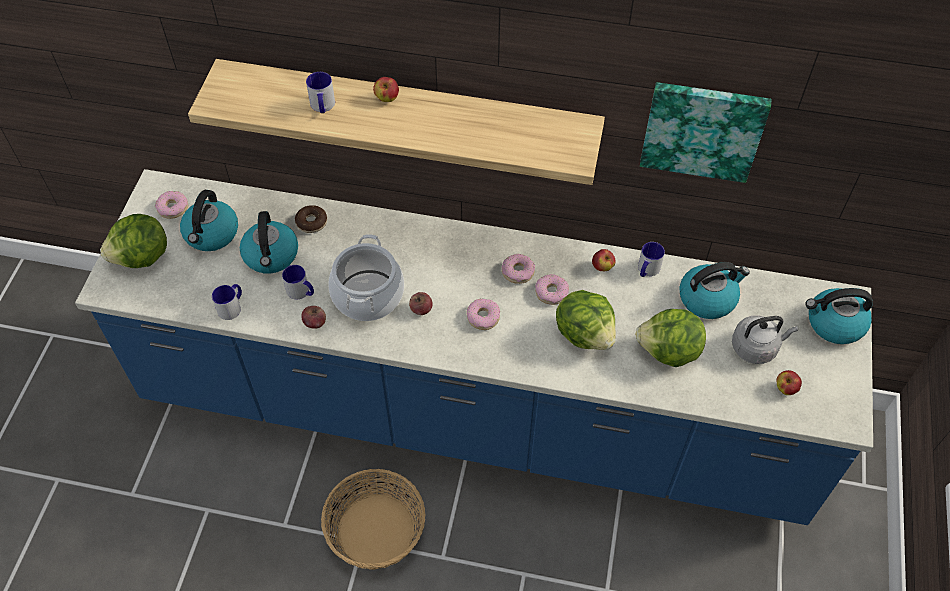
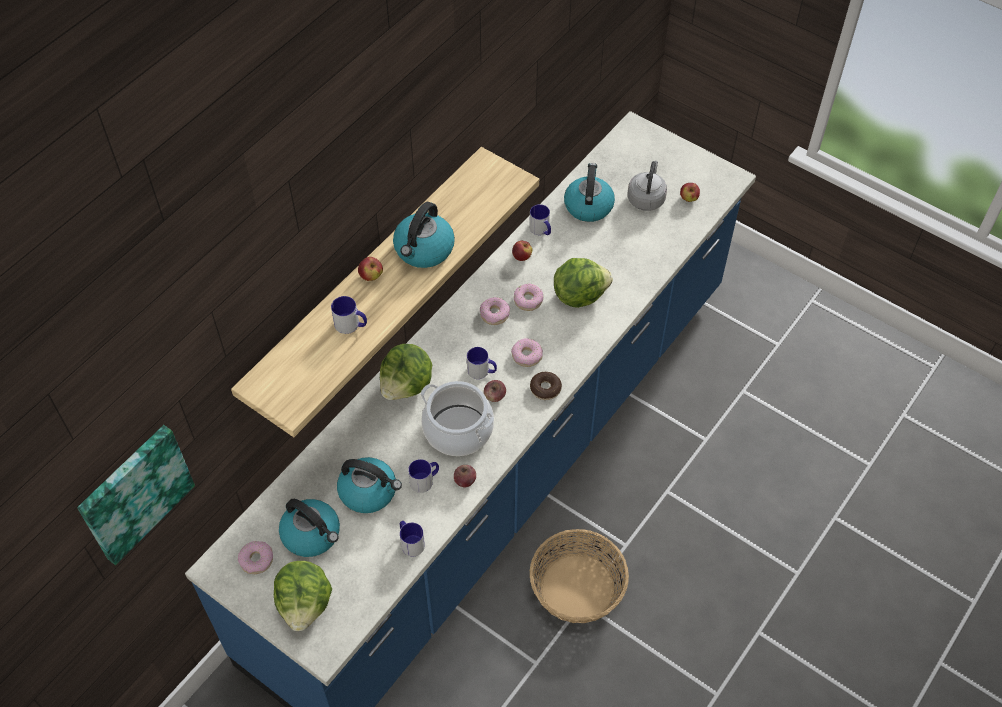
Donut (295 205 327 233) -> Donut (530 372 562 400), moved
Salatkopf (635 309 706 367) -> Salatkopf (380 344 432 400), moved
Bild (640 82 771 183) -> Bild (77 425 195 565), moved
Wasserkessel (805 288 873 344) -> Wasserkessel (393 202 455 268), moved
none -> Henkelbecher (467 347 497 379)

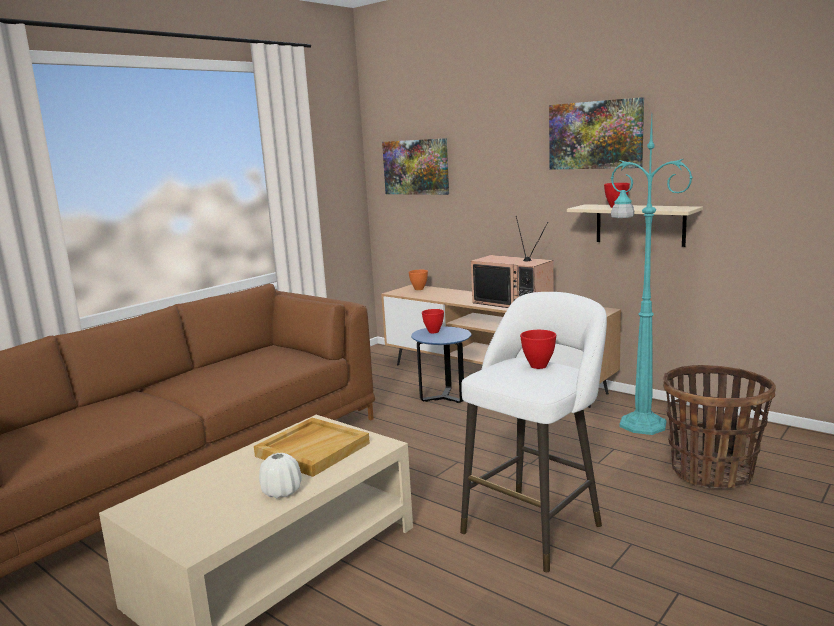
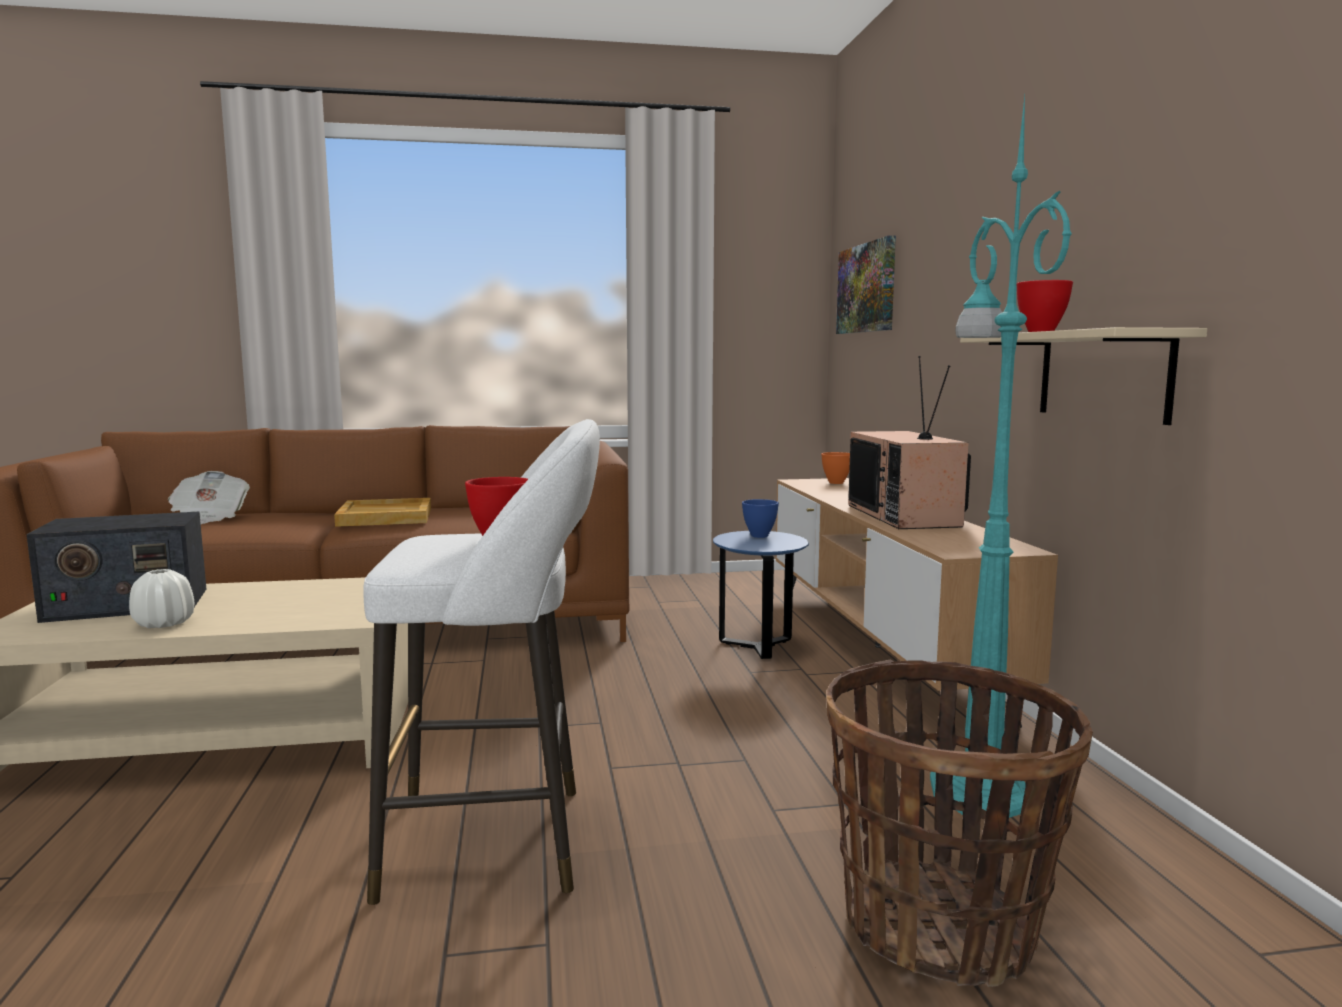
Tablett/beige (254 418 370 477) -> Tablett/beige (334 498 431 527), moved
Schüssel/rot (422 309 444 333) -> Schüssel/blau (742 499 779 538)
Bild (549 97 644 170) -> none
none -> Radio (26 512 206 623)
none -> Zeitung (168 471 250 524)

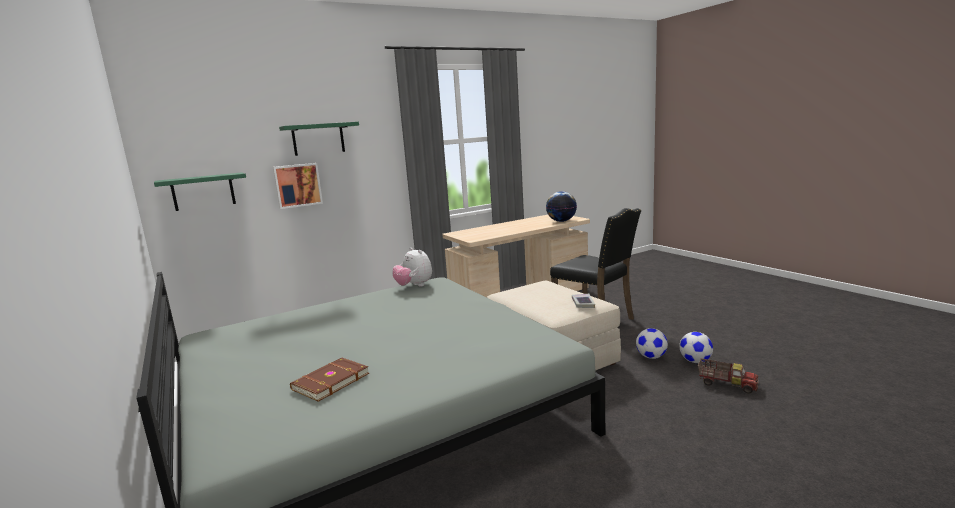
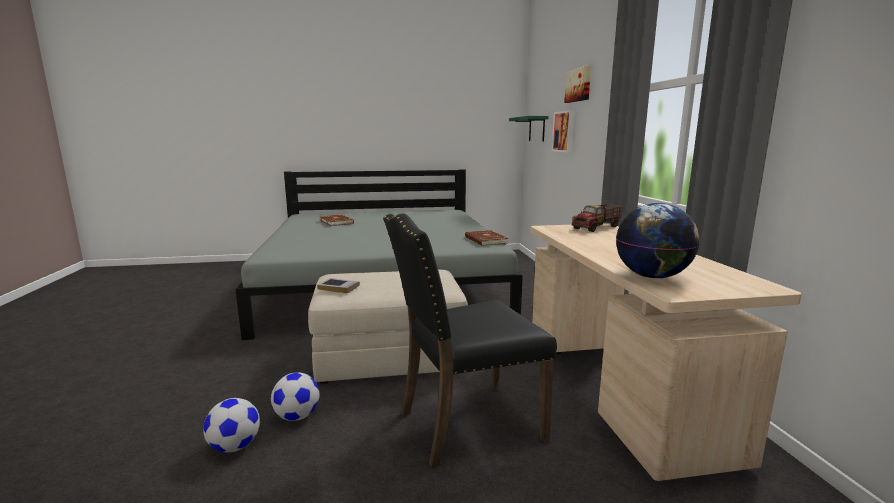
Wandregal/grün (279 122 359 156) -> Bild (564 65 591 103)
Plüschtier (392 248 432 287) -> Buch/braun (465 230 508 246)
Spielzeuglaster (698 358 758 394) -> Spielzeuglaster (572 204 623 232), moved

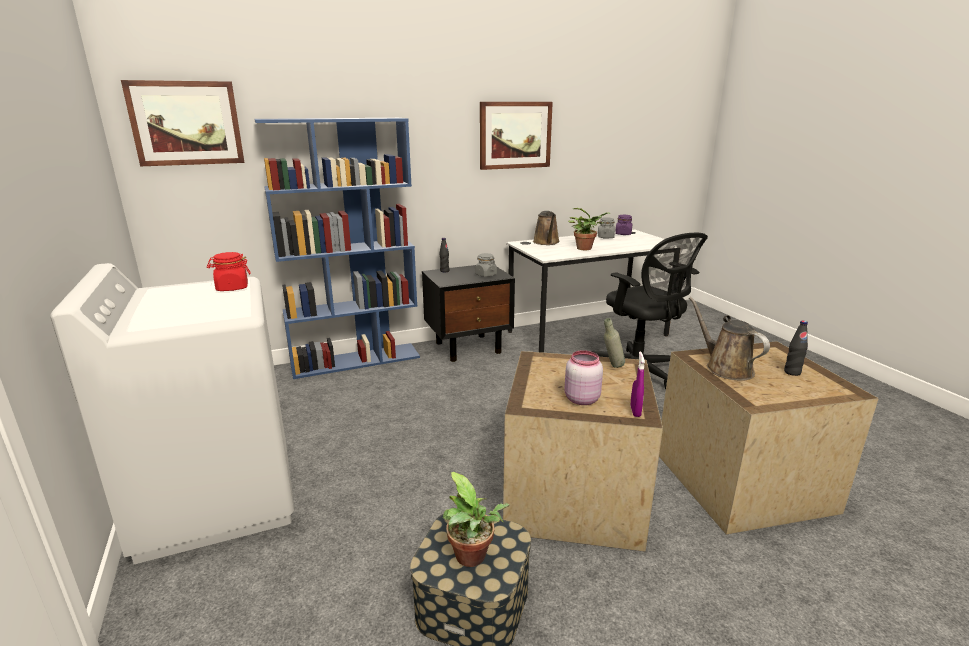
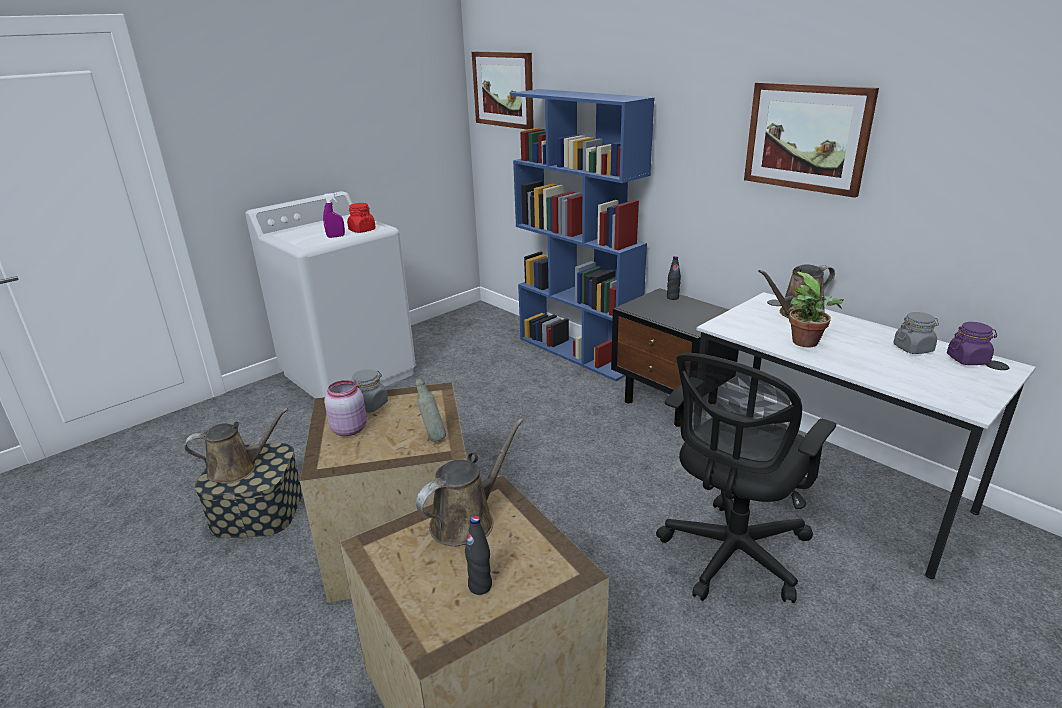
Topfpflanze (443 472 510 567) -> Gießkanne/braun (184 408 289 484)
Vorratsglas/grau (475 253 497 277) -> Vorratsglas/grau (352 369 388 413), moved
Sprühflasche/lila (631 351 645 417) -> Sprühflasche/lila (323 193 345 238), moved

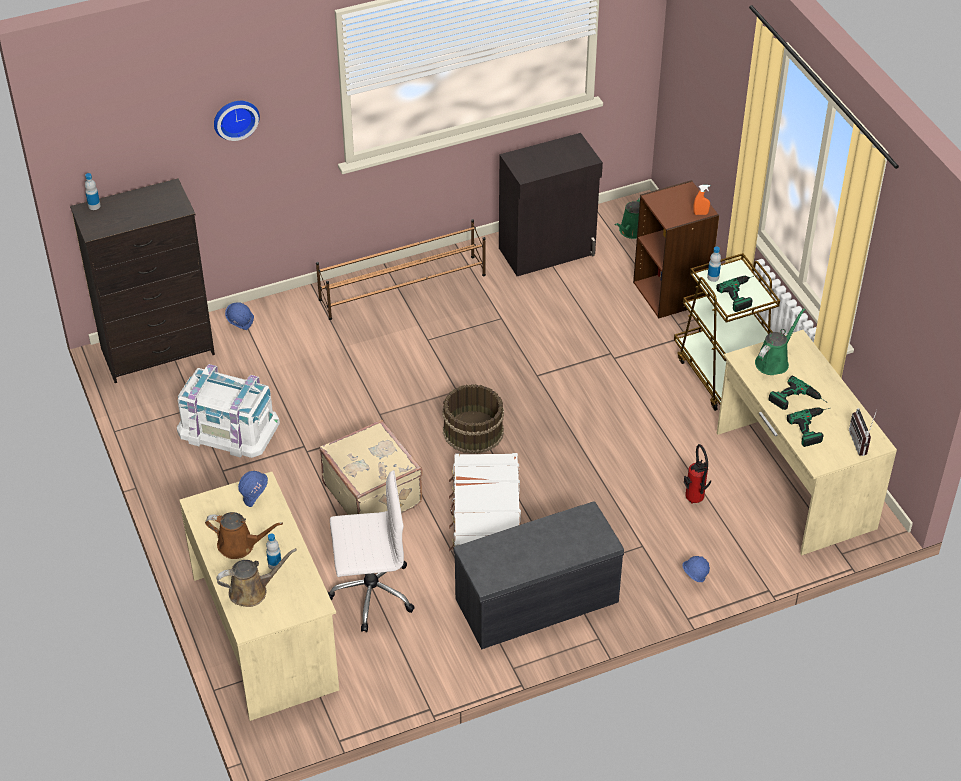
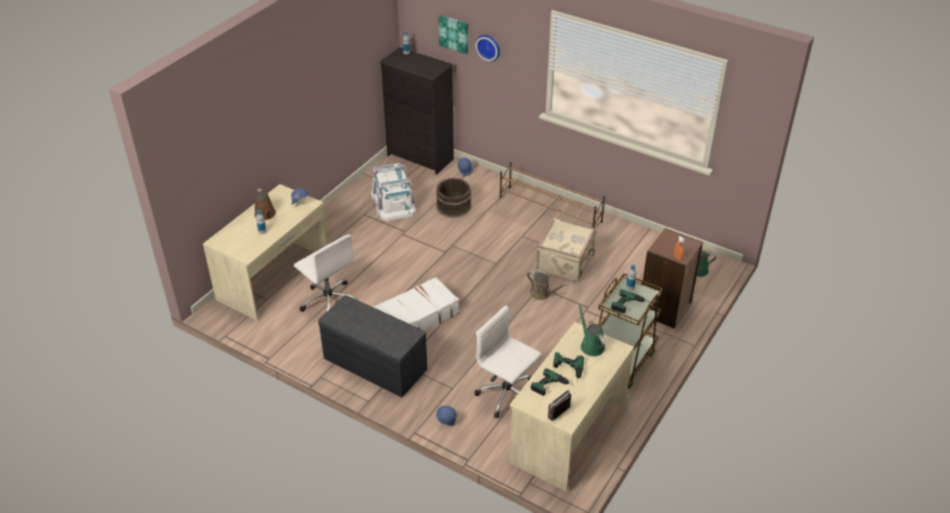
Gießkanne/braun (216 548 297 607) -> Gießkanne/braun (527 271 567 300), moved
Koffer/beige (320 420 423 515) -> Koffer/beige (537 218 596 282), moved
Eimer/braun (442 384 504 454) -> Eimer/braun (436 178 472 218), moved
Schrank/schwarz (499 133 603 276) -> none
Feuerlöscher (684 444 711 504) -> Bürostuhl/weiß (475 305 542 418)
Gießkanne/grün (755 308 805 375) -> Gießkanne/grün (578 303 605 356), 120 degrees counterclockwise
none -> Bild (439 15 468 54)

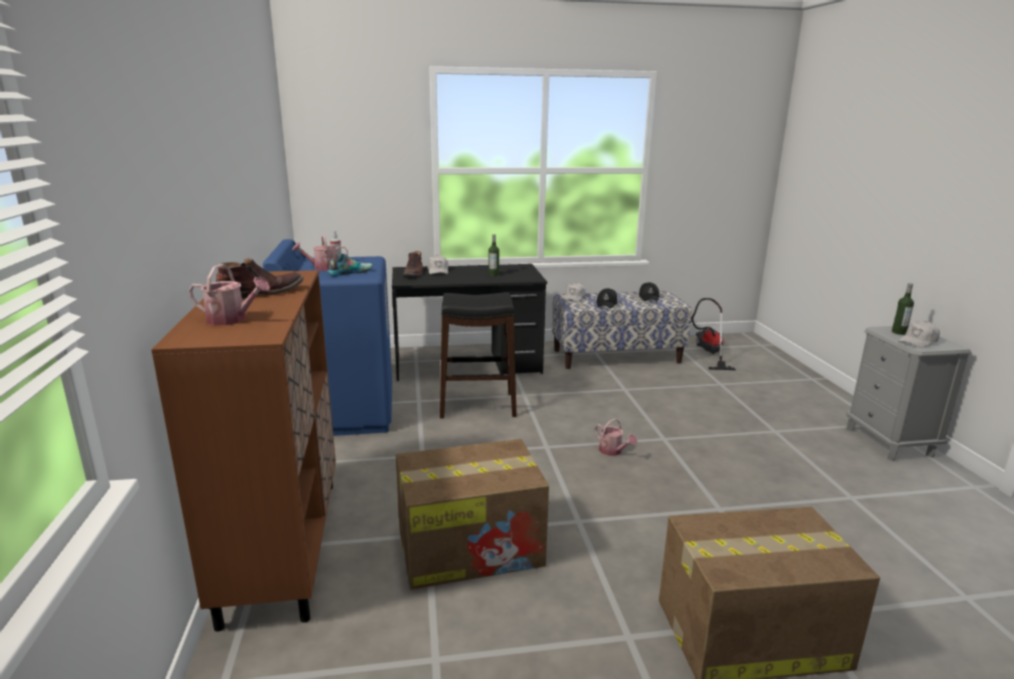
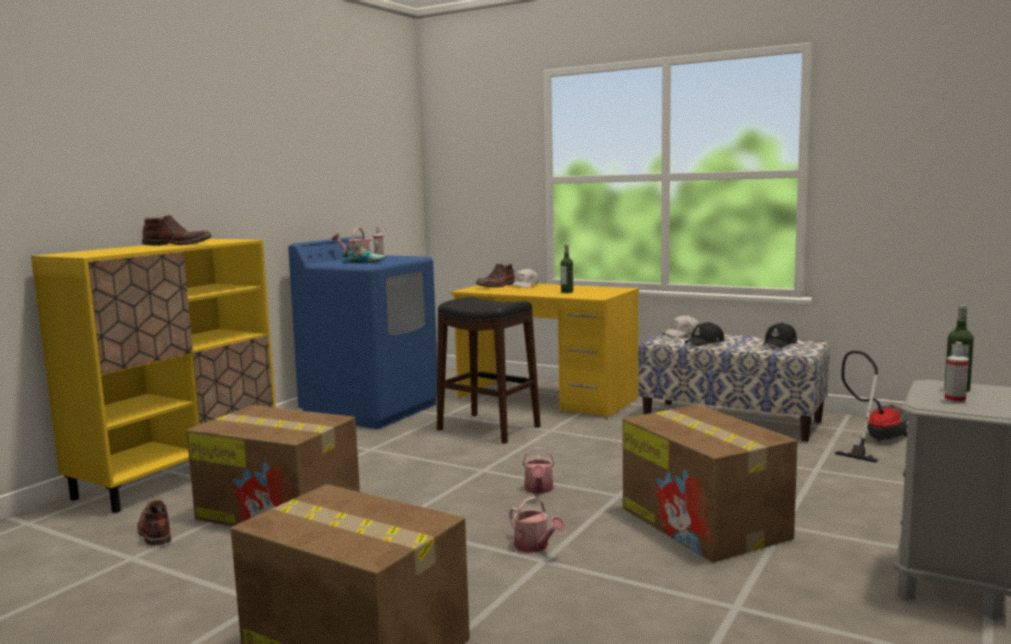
Schrank/braun (151 270 336 632) -> Schrank/gelb (31 239 276 513)
Gießkanne (188 264 270 326) -> Gießkanne (509 496 565 553), moved
Schreibtisch/schwarz (392 264 547 381) -> Schreibtisch/gelb (450 283 639 418)
Kappe/weiß (898 321 940 348) -> Sprühflasche (944 342 969 403)
none -> Stiefel/braun (137 500 171 546)
none -> Karton (623 405 798 562)

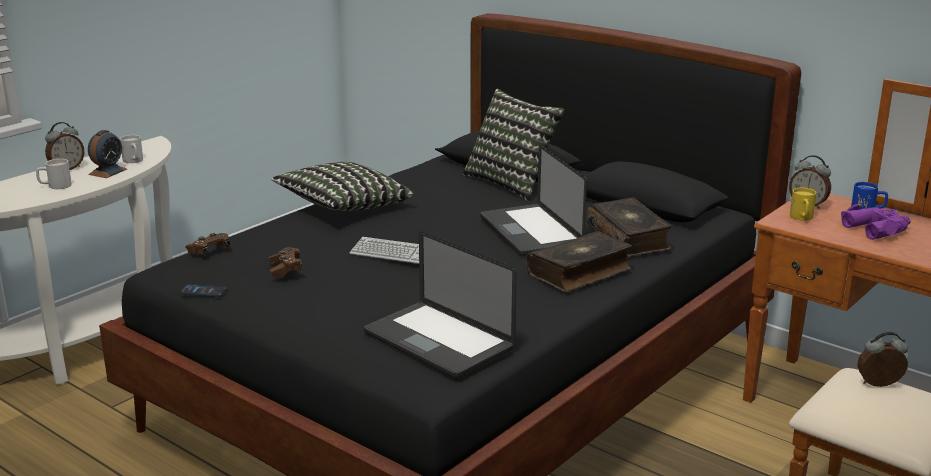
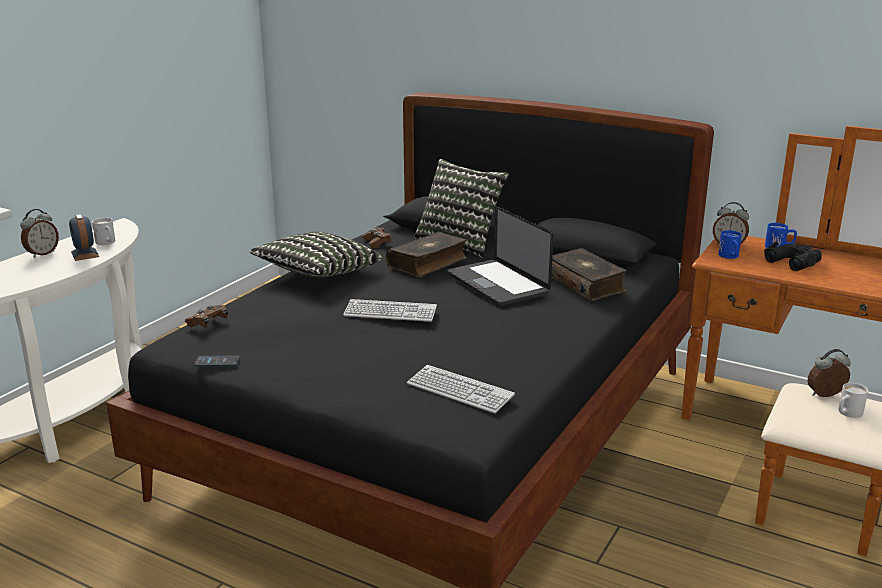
Henkelbecher/weiß (36 159 72 189) -> Henkelbecher/weiß (838 383 868 418), moved
Wecker (88 130 127 178) -> Wecker (69 214 99 261), 135 degrees clockwise
Gamepad/braun (269 247 302 278) -> Gamepad/braun (362 227 391 248), moved
Laptop (364 231 517 378) -> Tastatur (407 365 515 414)
Buch (526 231 632 292) -> Buch (386 232 467 277), moved
Henkelbecher/gelb (790 187 816 220) -> Henkelbecher/blau (718 230 742 259)
Fernglas/lila (841 204 911 240) -> Fernglas/schwarz (764 242 822 271)

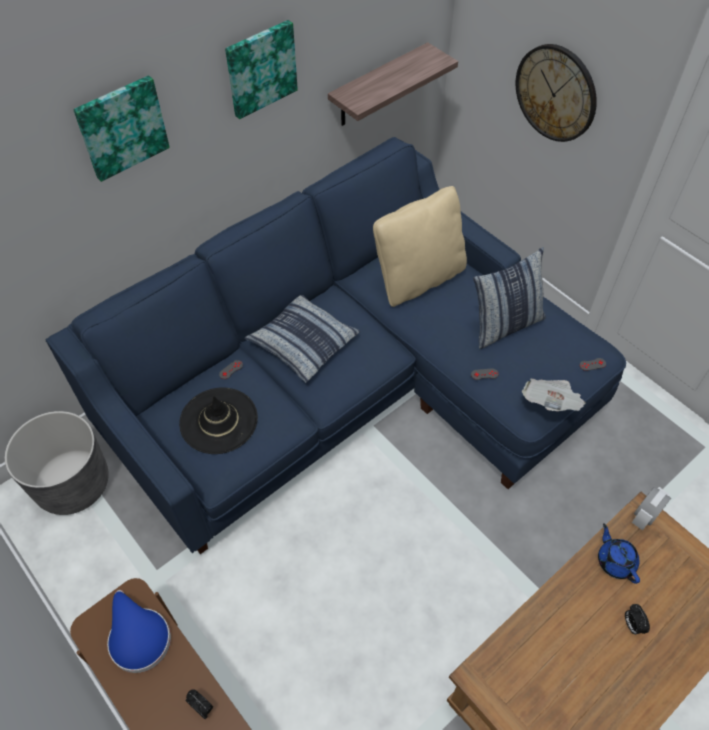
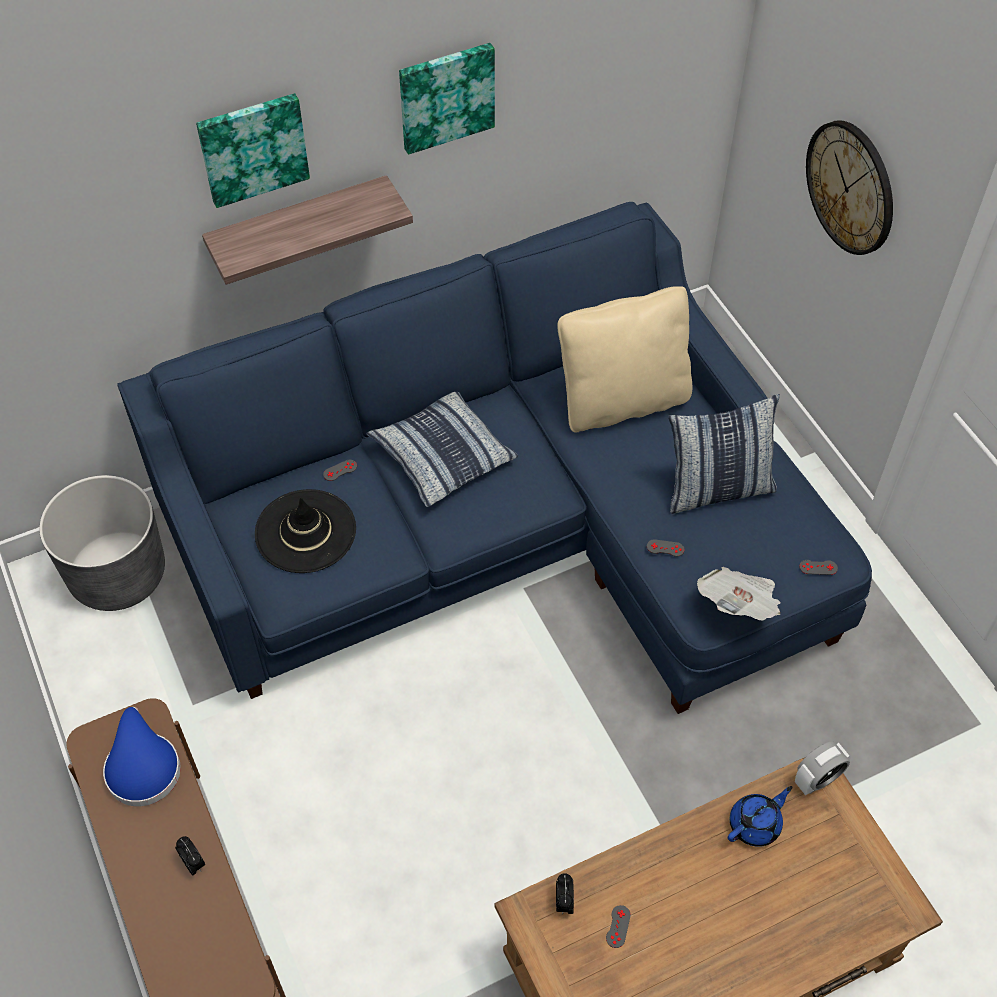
Wandregal (328 42 458 126) -> Wandregal (202 175 413 285), moved
Teekanne/blau (598 523 640 584) -> Teekanne/blau (728 786 792 847), 60 degrees clockwise
Wecker (625 604 650 635) -> Wecker (556 873 574 915), moved
none -> Gamepad/grau (606 905 631 948)

